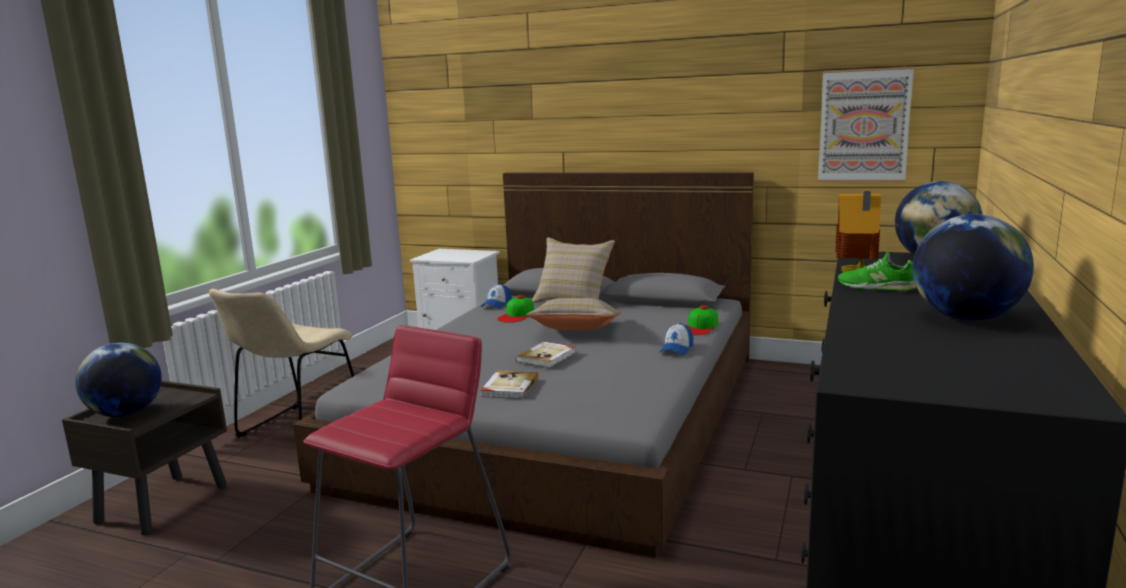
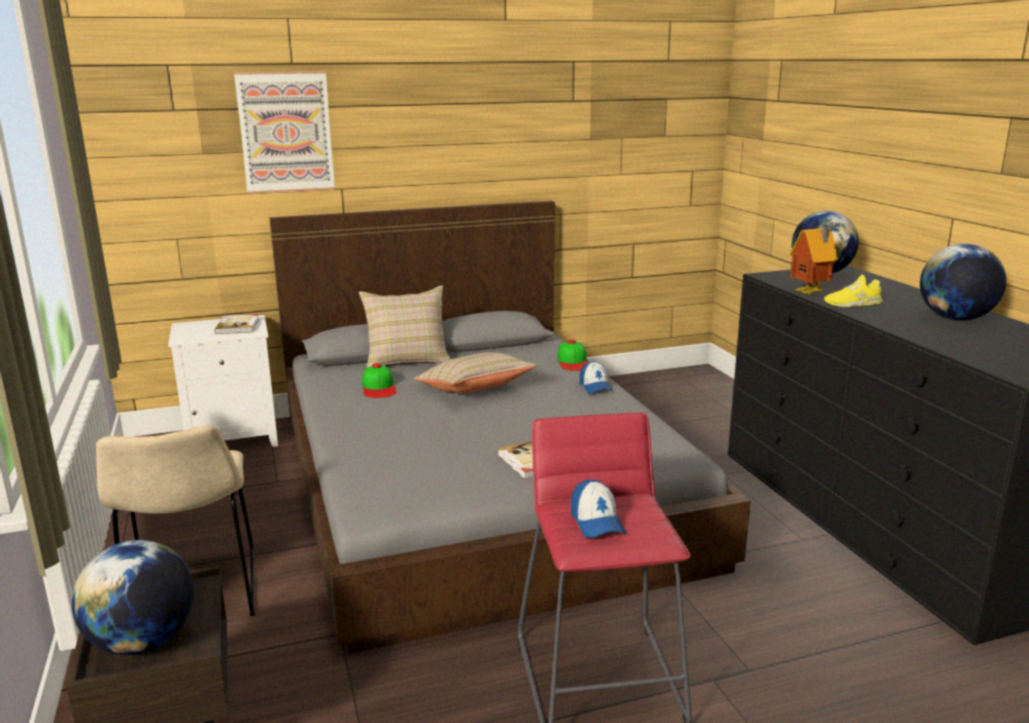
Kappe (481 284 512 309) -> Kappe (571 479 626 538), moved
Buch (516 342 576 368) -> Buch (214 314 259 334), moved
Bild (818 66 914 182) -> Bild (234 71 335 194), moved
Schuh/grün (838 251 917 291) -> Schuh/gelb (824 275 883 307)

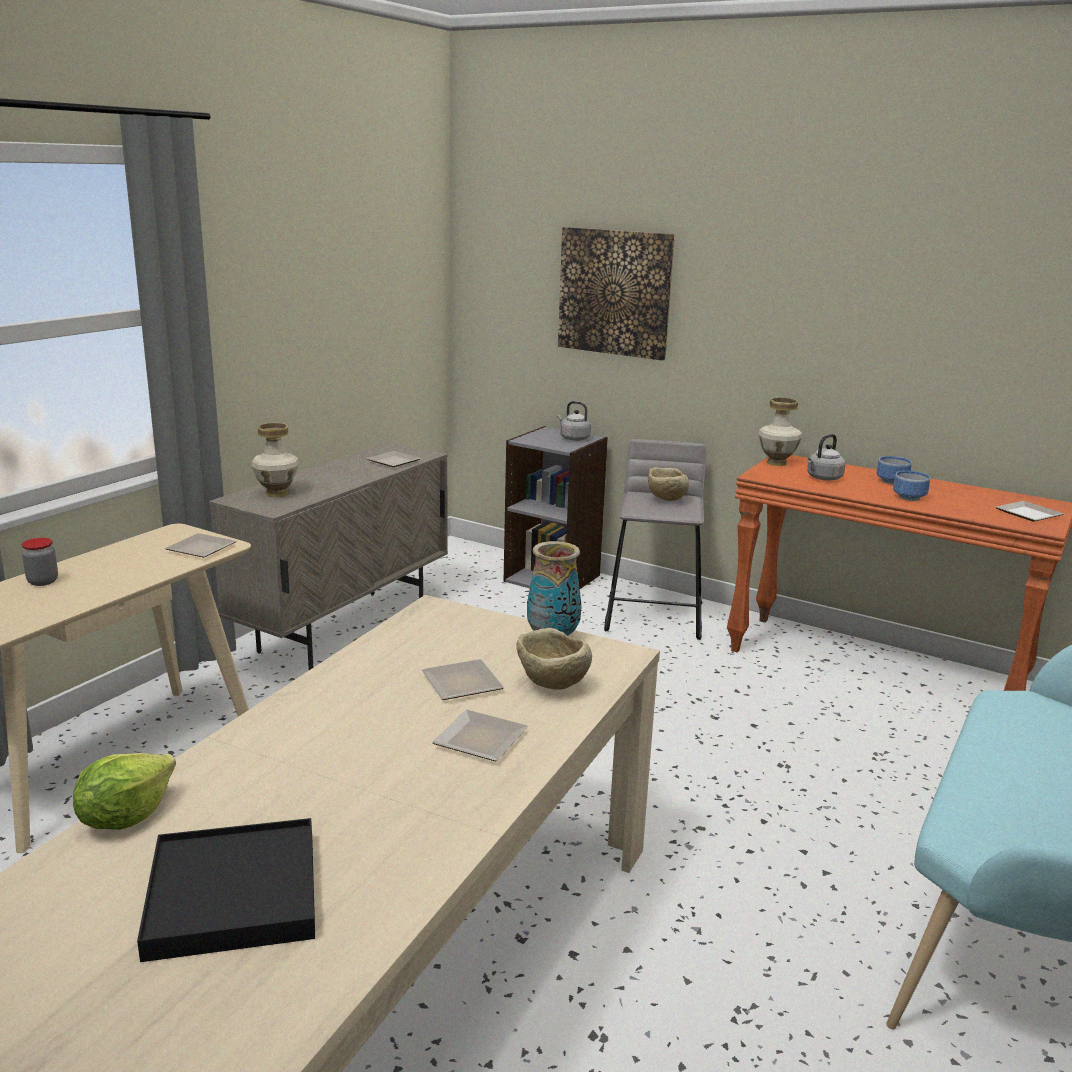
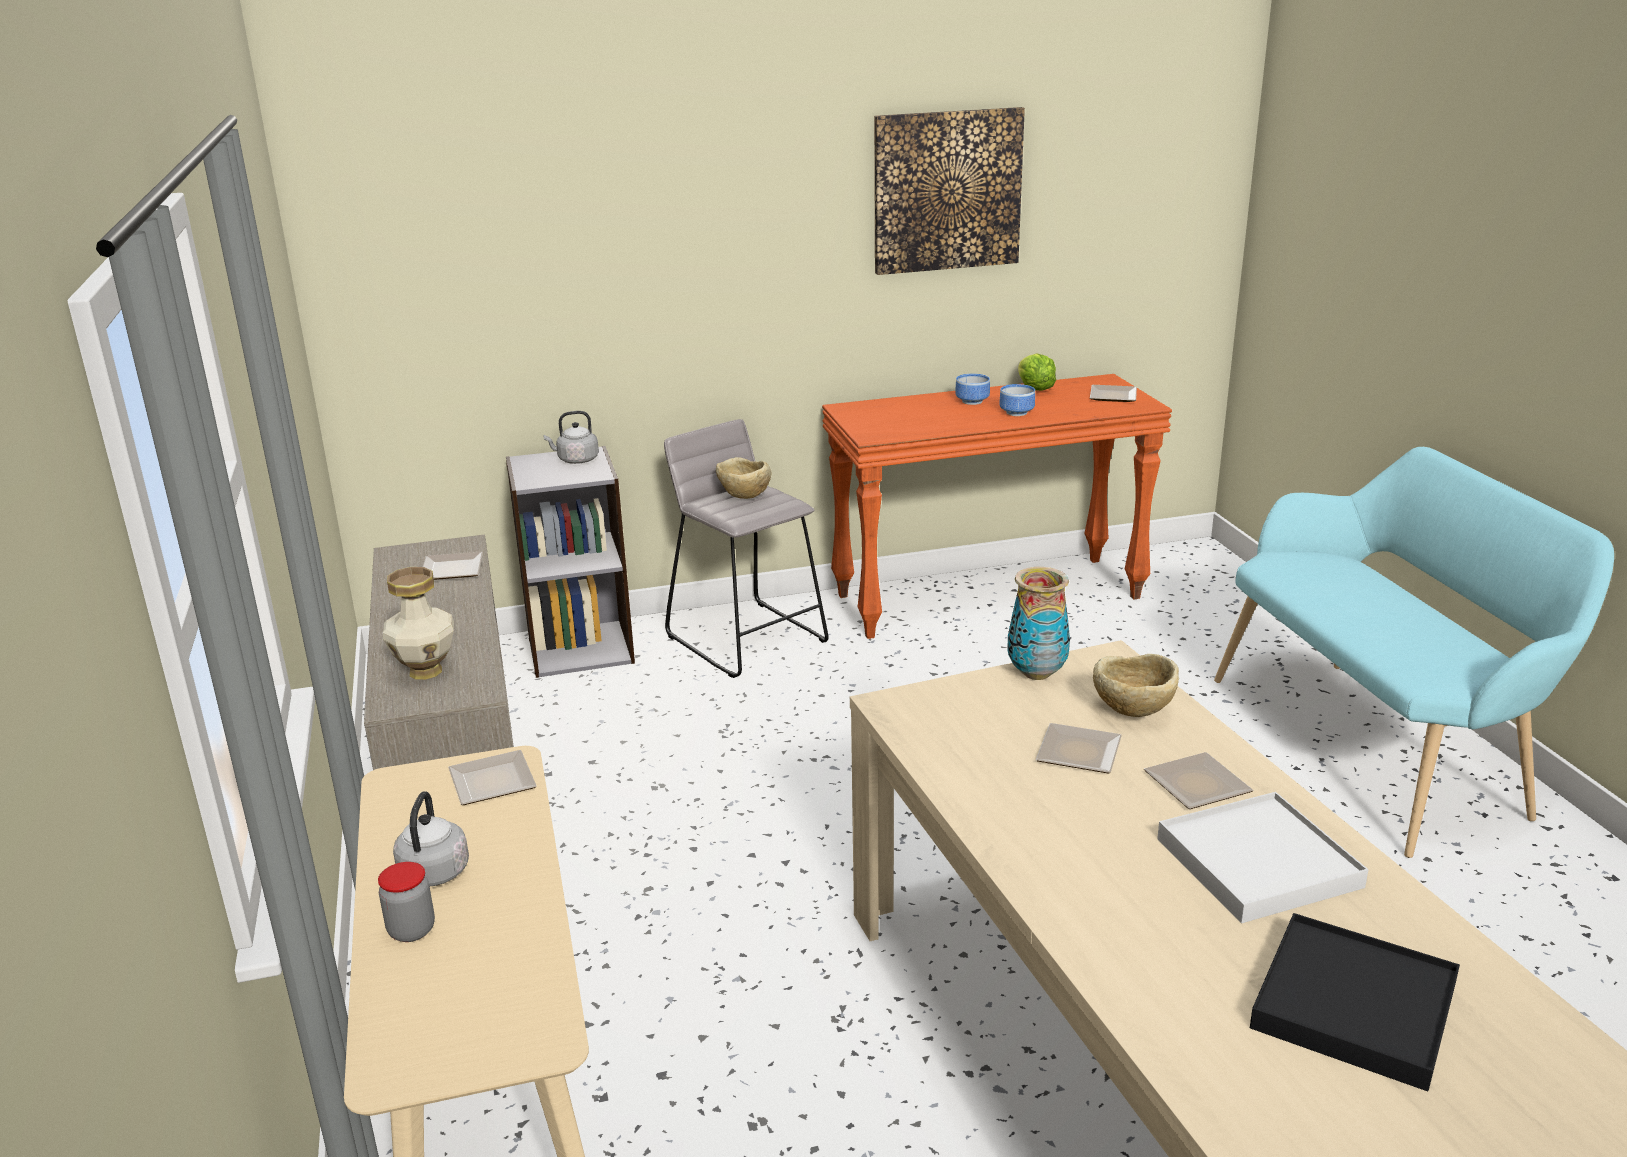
Salatkopf (73 753 176 830) -> Salatkopf (1018 353 1056 391), moved
Bild (558 227 675 360) -> Bild (874 107 1025 275), moved
Vase (758 397 802 466) -> none
Wasserkessel/grau (807 434 846 481) -> Wasserkessel/grau (393 791 469 886), moved
none -> Tablett/weiß (1157 792 1369 923)

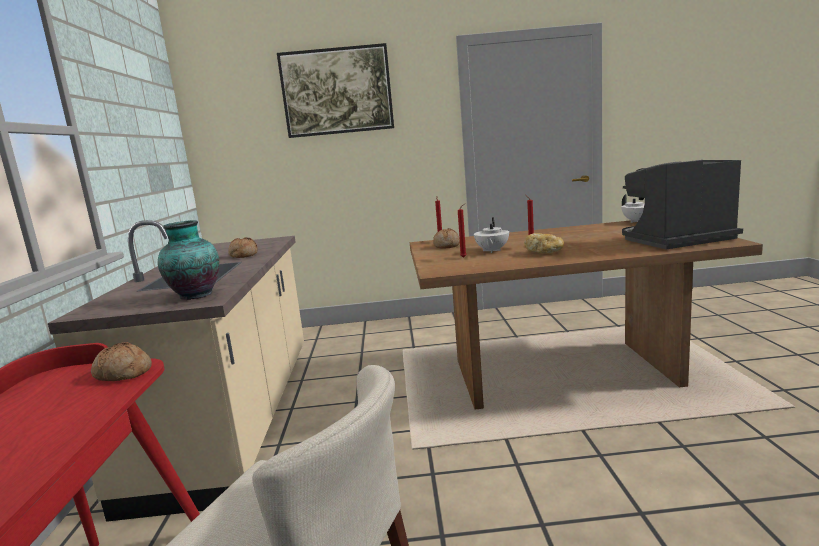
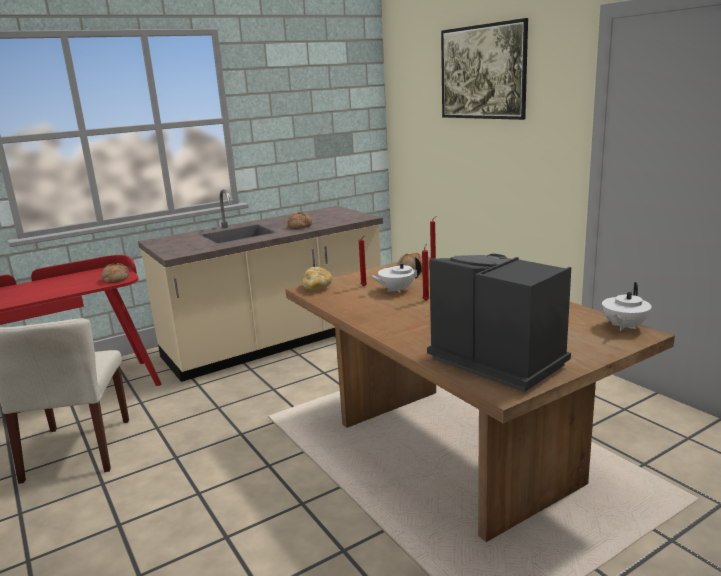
Vase (158 220 219 300) -> none
Brot (524 233 564 254) -> Brot (302 267 332 290), moved

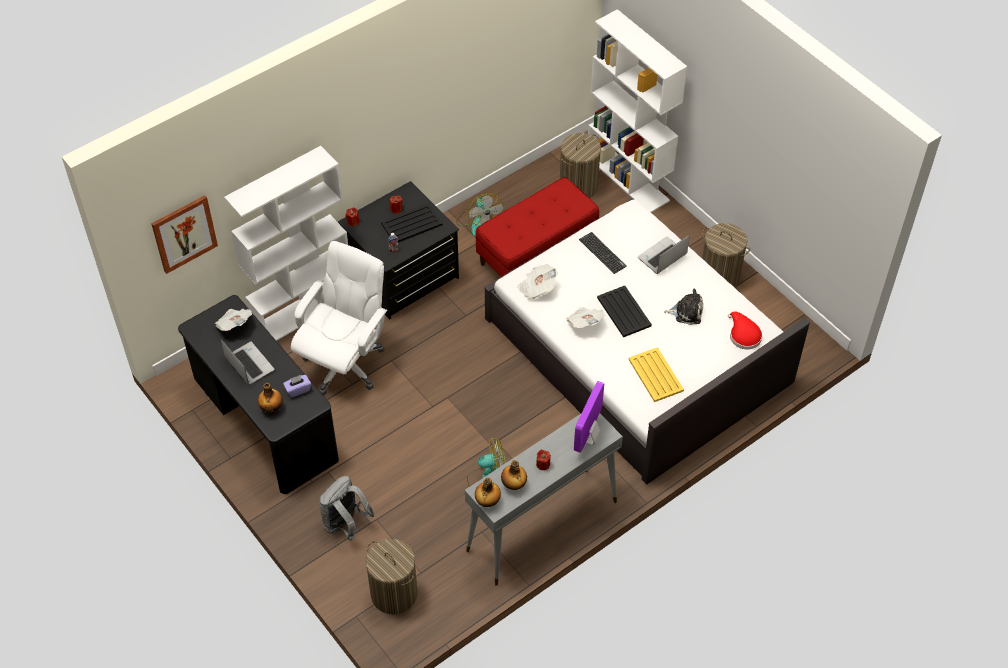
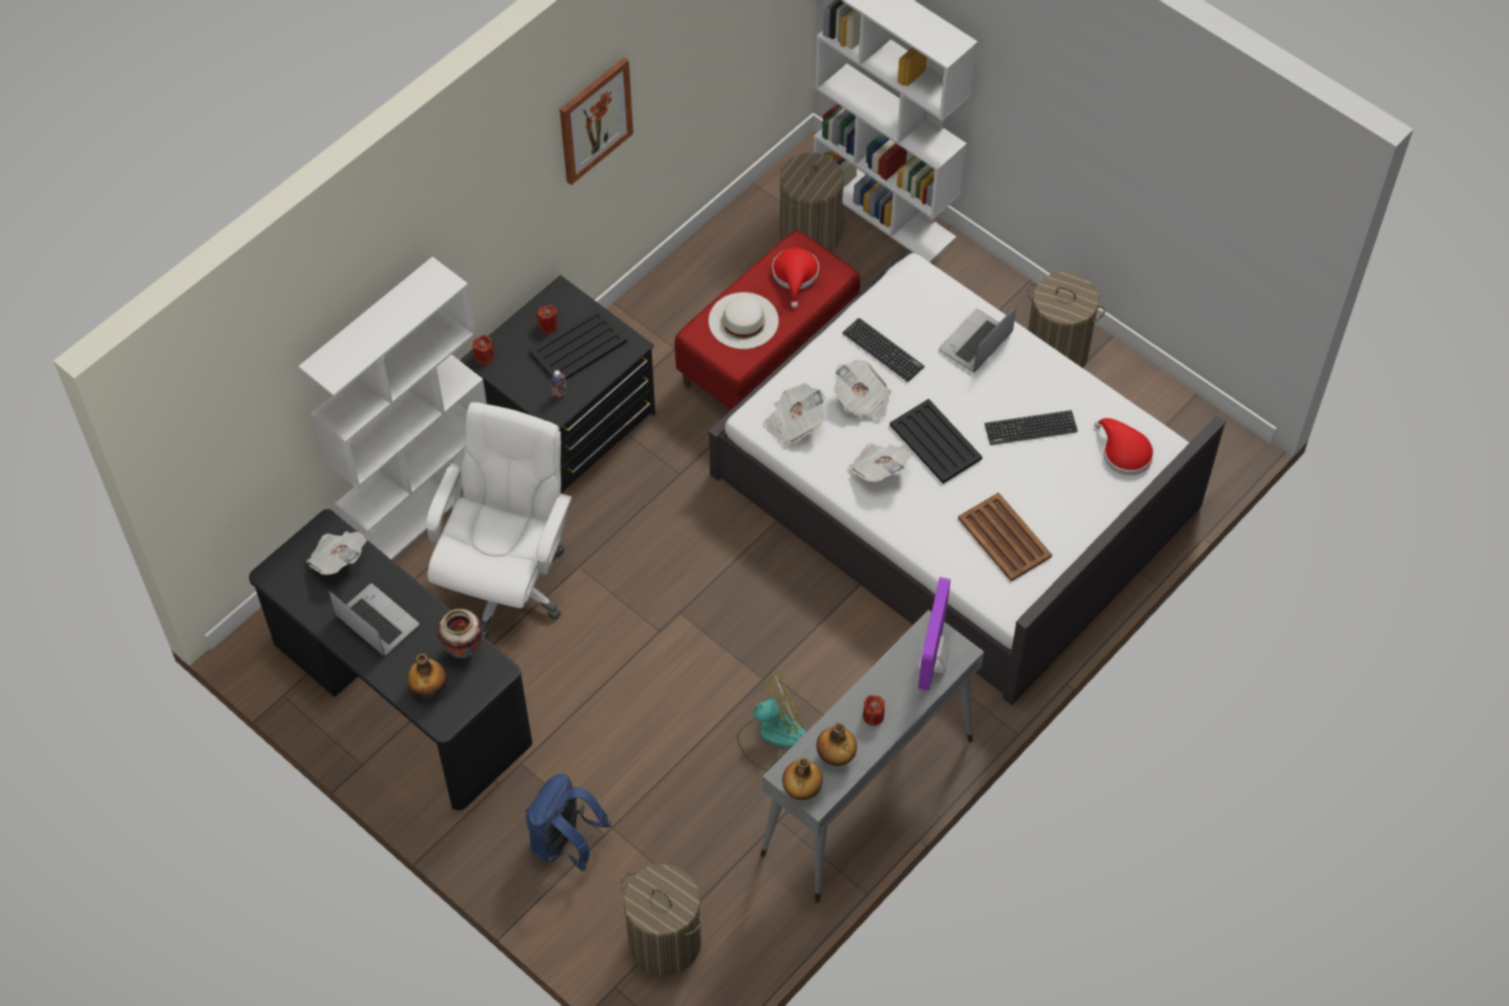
Bild (151 195 218 274) -> Bild (560 57 633 185), moved
Taschentuchbox/lila (283 375 311 398) -> Vase (437 609 482 659)
Rucksack/grau (319 476 375 541) -> Rucksack/blau (525 774 611 871)
Ventilator (456 194 504 237) -> none
Tablett/gelb (628 347 684 402) -> Tablett/braun (958 492 1052 582)
Plüschtier (664 289 703 325) -> Tastatur (985 410 1078 445)
none -> Hut/weiß (709 292 779 349)
none -> Hut/rot (772 248 819 308)
none -> Zeitung (834 360 891 421)

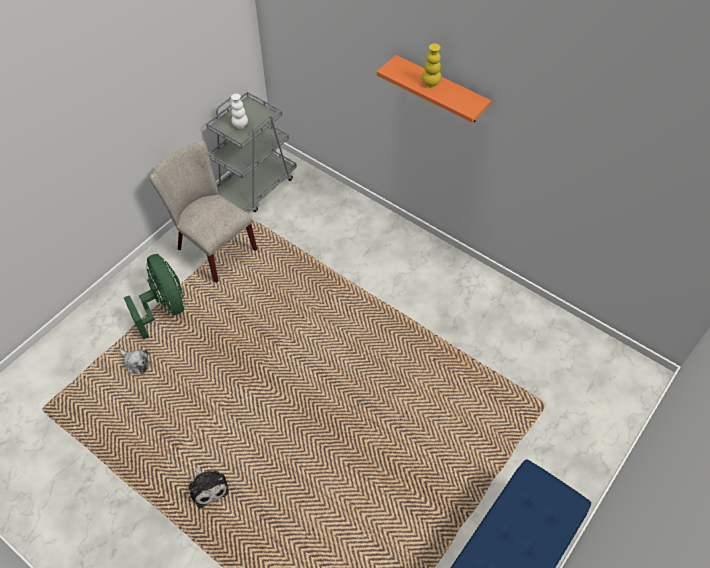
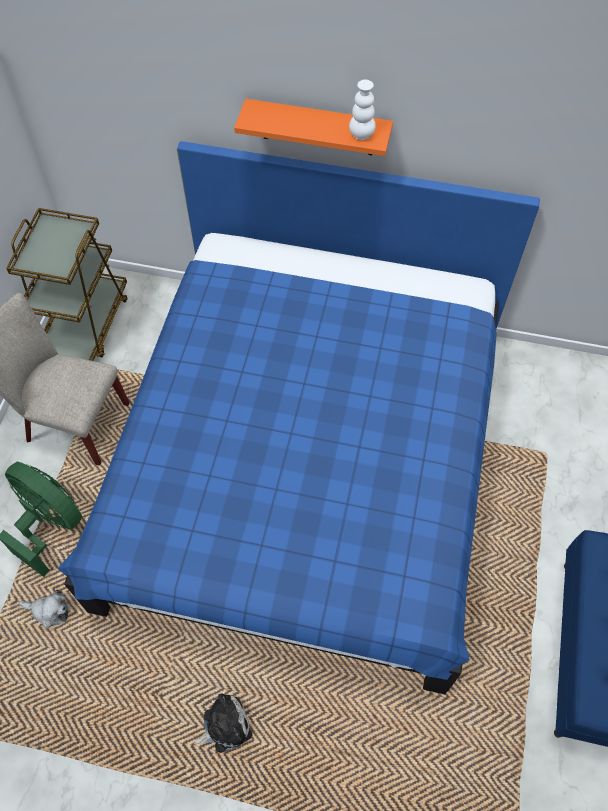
Plüschtier (189 467 229 509) -> Plüschtier (194 694 252 753), 60 degrees counterclockwise
Rollwagen/grau (206 92 297 212) -> Rollwagen/braun (6 208 128 361)
Vase/weiß (231 94 248 129) -> Vase/weiß (349 80 376 140), moved
Vase/gelb (422 44 441 87) -> none
none -> Bett/blau (57 141 540 694)

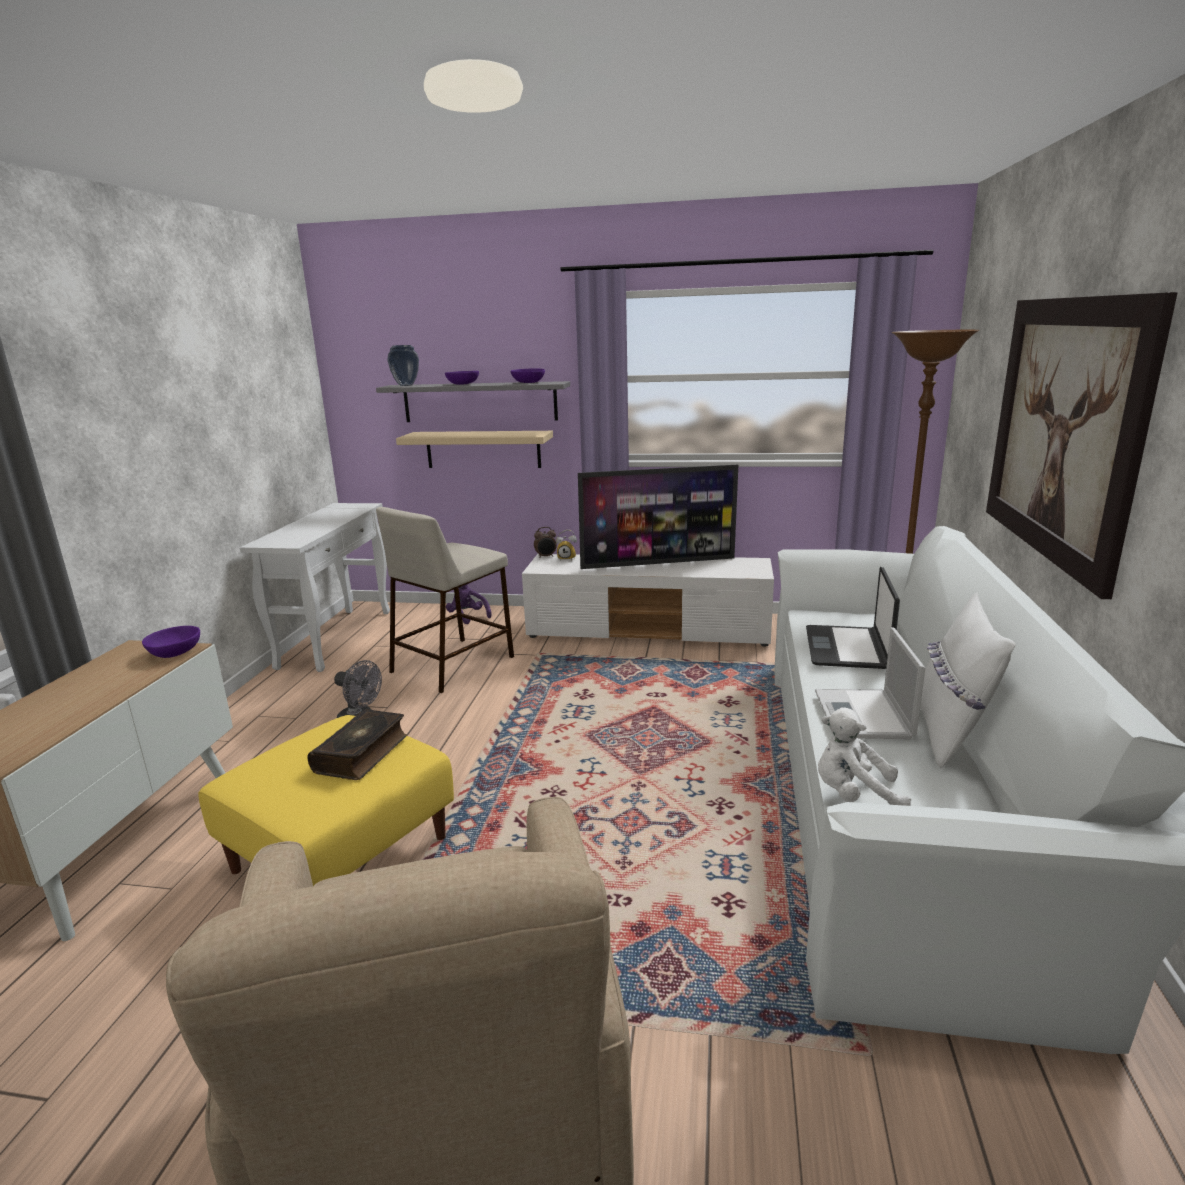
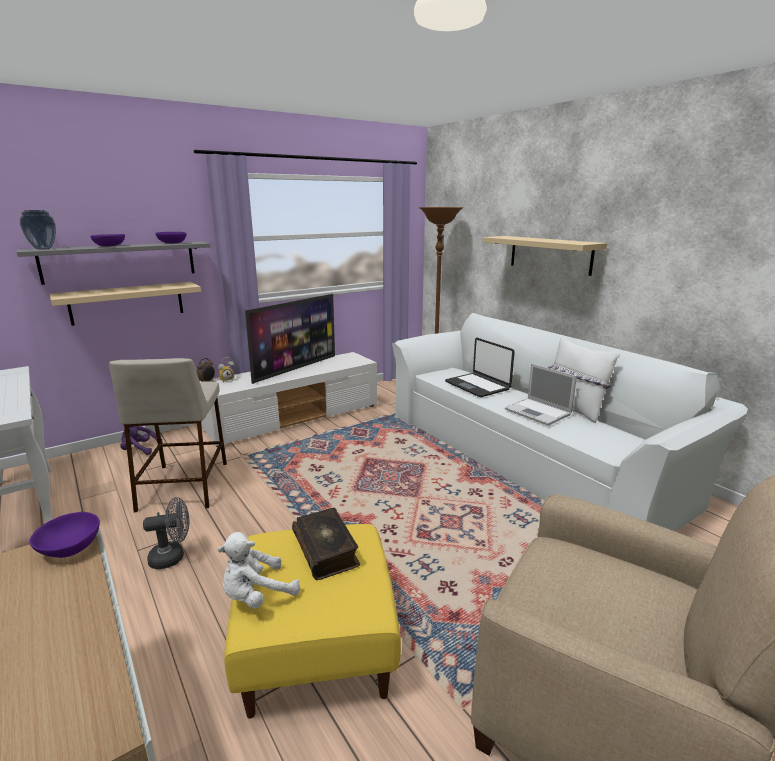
Plüschtier/weiß (818 707 911 806) -> Plüschtier/weiß (218 532 300 609), moved
Bild (986 292 1178 599) -> Wandregal/beige (482 236 607 276)

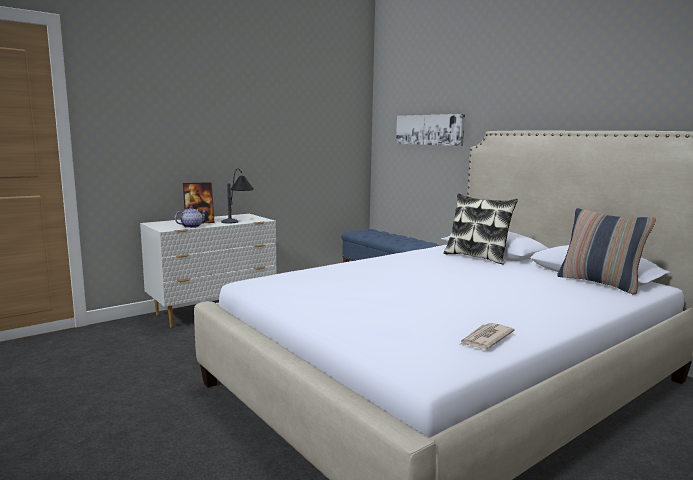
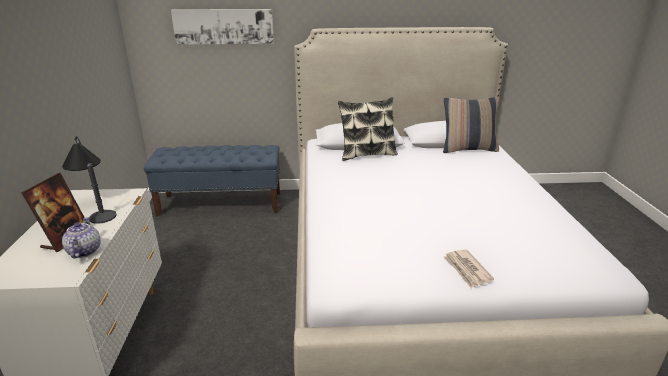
Zeitung (459 323 515 349) -> Zeitung (444 249 494 288), moved

